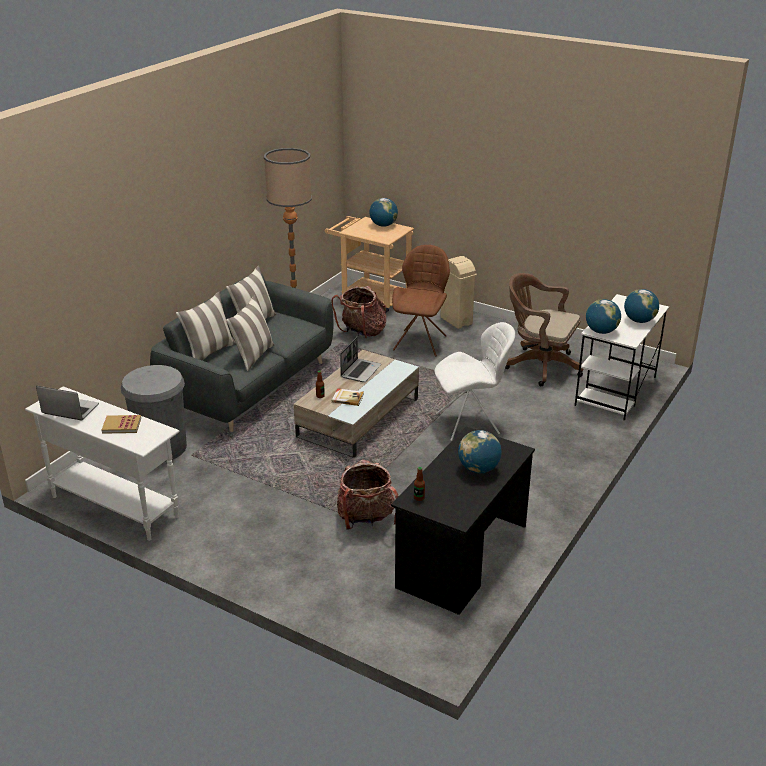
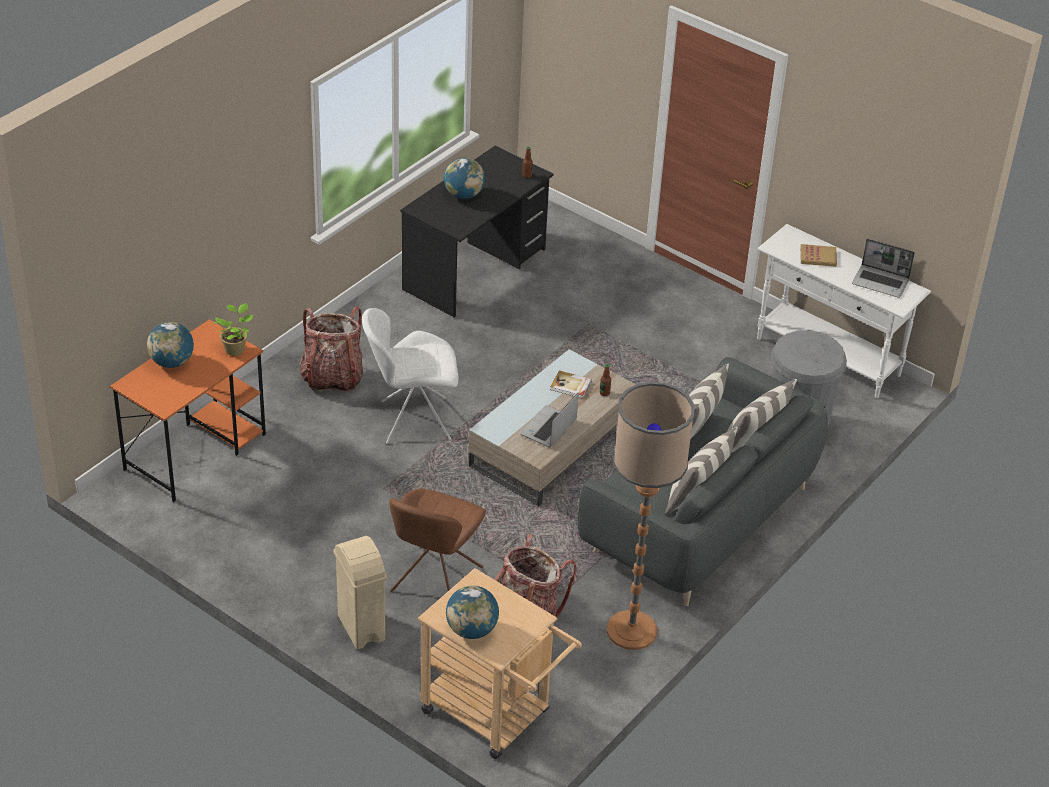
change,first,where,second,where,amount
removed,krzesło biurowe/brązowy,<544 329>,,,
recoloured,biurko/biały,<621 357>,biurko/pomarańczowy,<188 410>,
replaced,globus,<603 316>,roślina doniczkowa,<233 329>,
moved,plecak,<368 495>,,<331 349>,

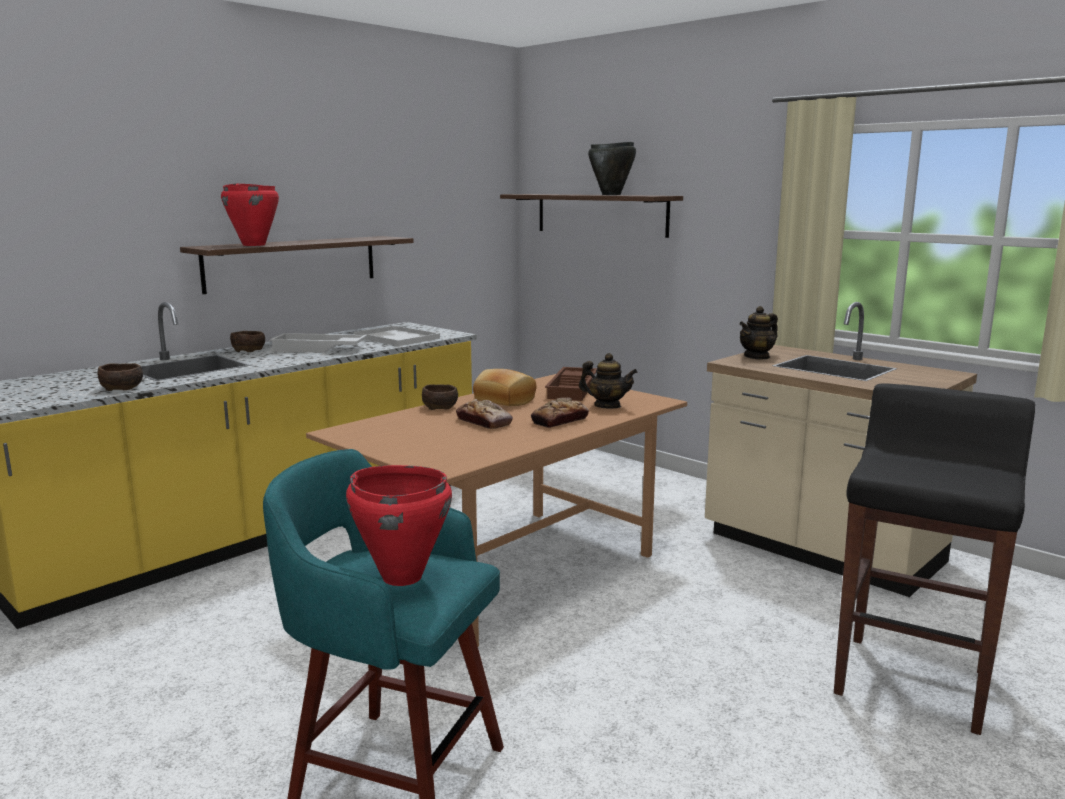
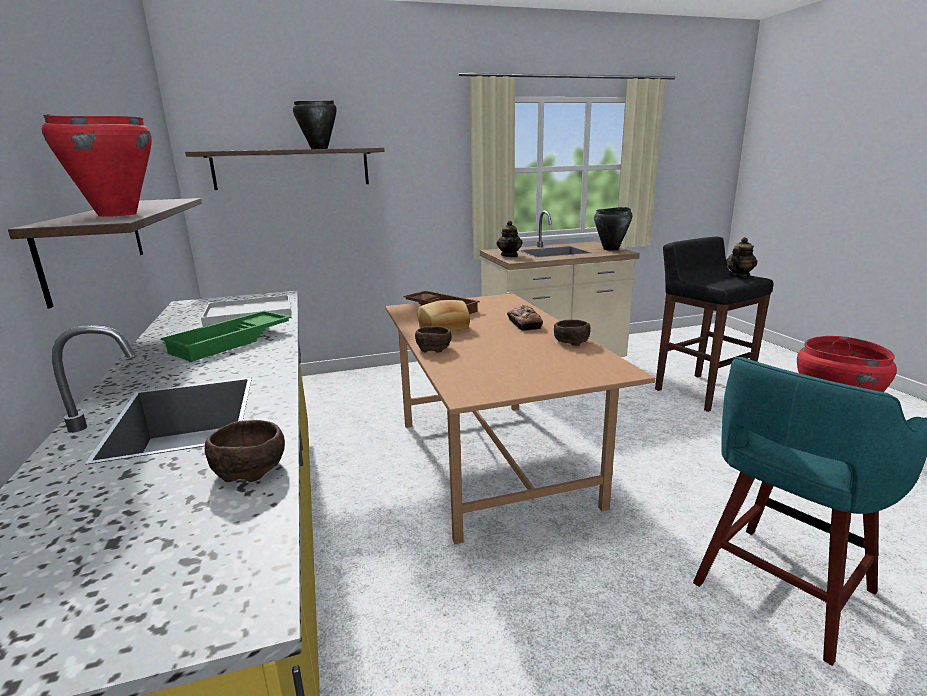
change,first,where,second,where,amount
moved,miska/brązowy,<247 341>,,<572 333>,
recoloured,taca/biały,<318 343>,taca/zielony,<226 336>,
moved,imbryk,<608 380>,,<741 257>,
removed,chleb,<484 414>,,,
added,,,garnek/czarny,<613 229>,

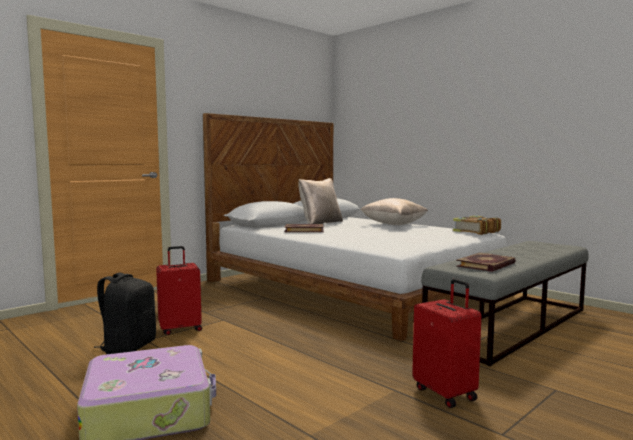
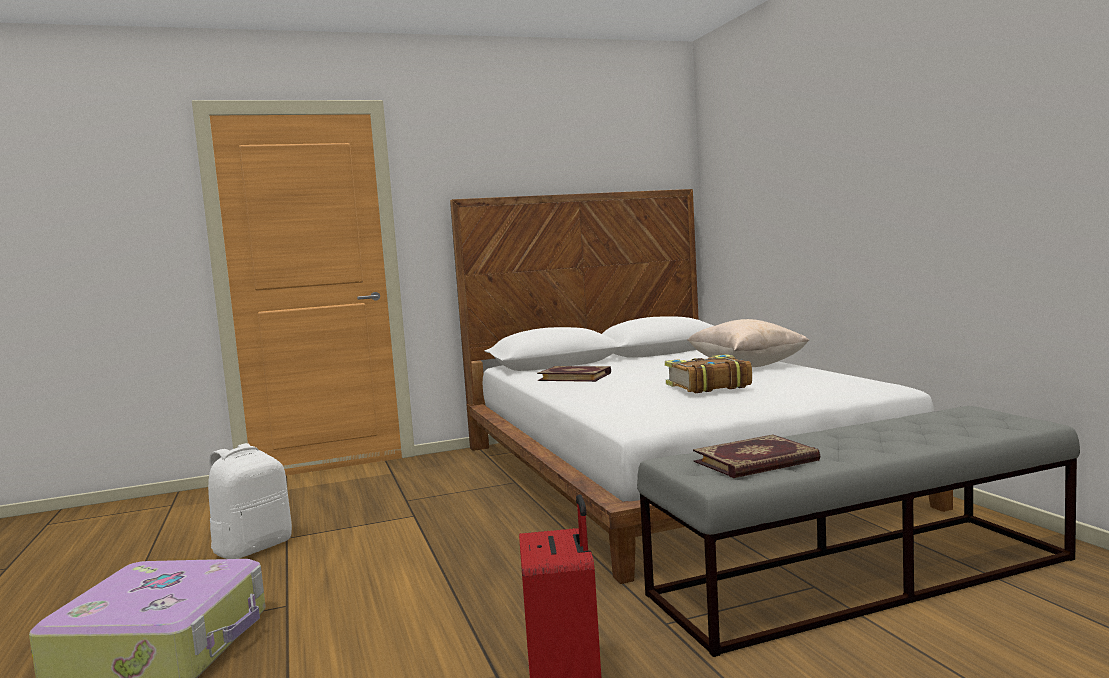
change,first,where,second,where,amount
removed,poduszka/beżowy,<320 201>,,,
moved,książka,<477 225>,,<708 373>,
removed,walizka/czerwony,<179 290>,,,
recoloured,plecak/czarny,<124 313>,plecak/biały,<250 501>,

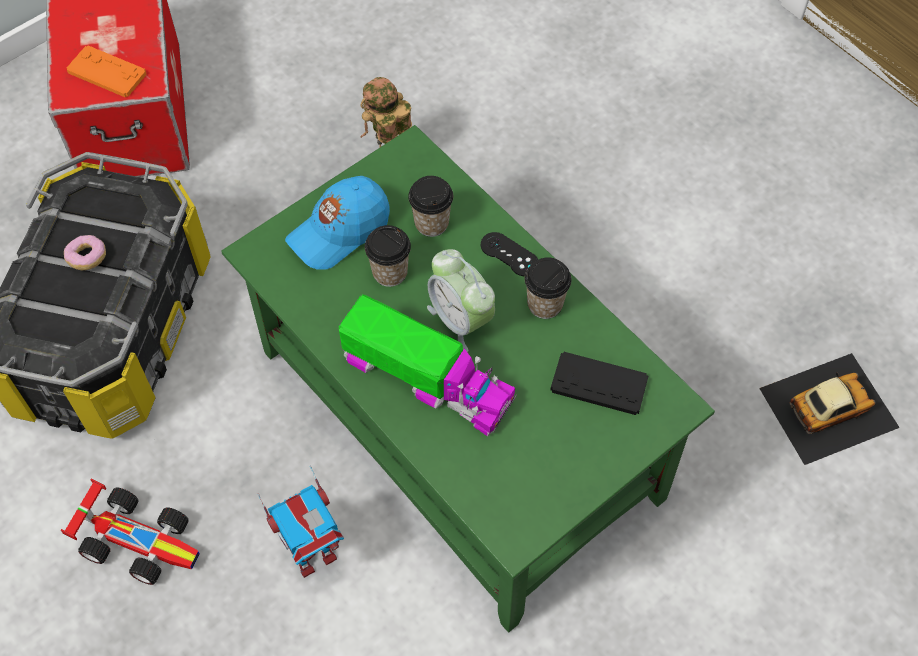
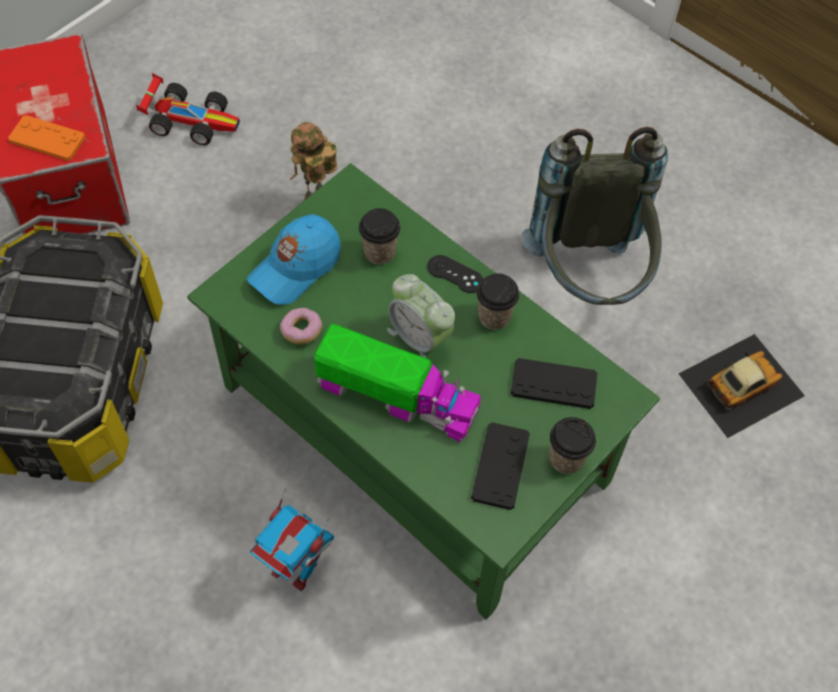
change,first,where,second,where,amount
moved,filiżanka,<388 256>,,<572 445>,
moved,donut,<85 252>,,<301 326>,
turned,robot zabawkowy,<301 521>,,<292 539>,75 degrees clockwise
moved,samochodzik,<130 531>,,<188 109>,
added,,,plecak/szary,<595 216>,
added,,,pad do gier/czarny,<500 466>,

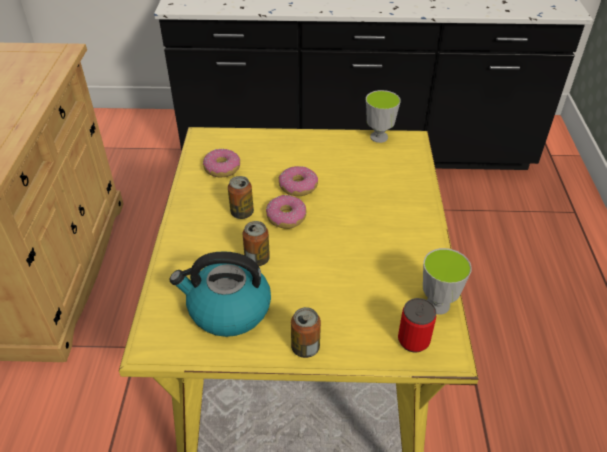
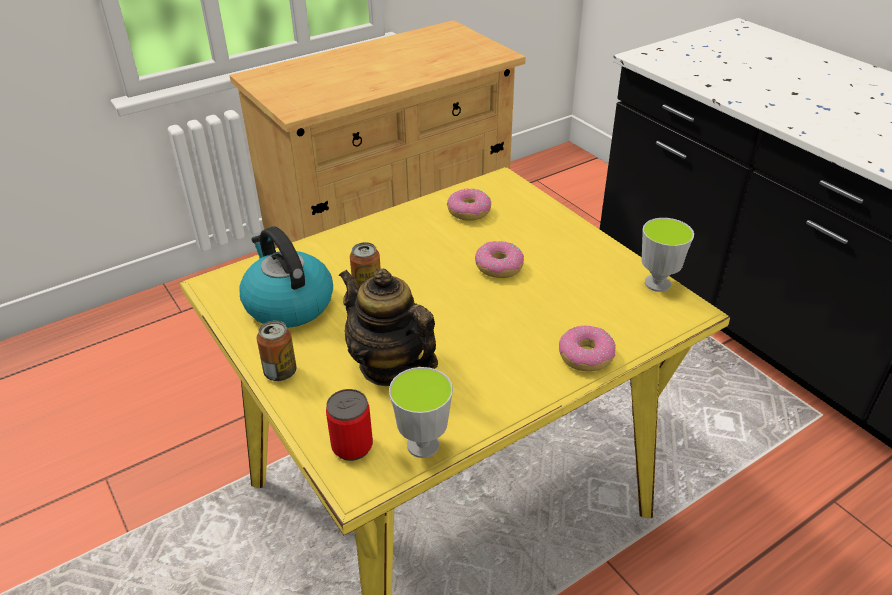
change,first,where,second,where,amount
removed,puszka,<241 197>,,,
moved,donut,<286 212>,,<587 348>,
added,,,imbryk,<388 327>,

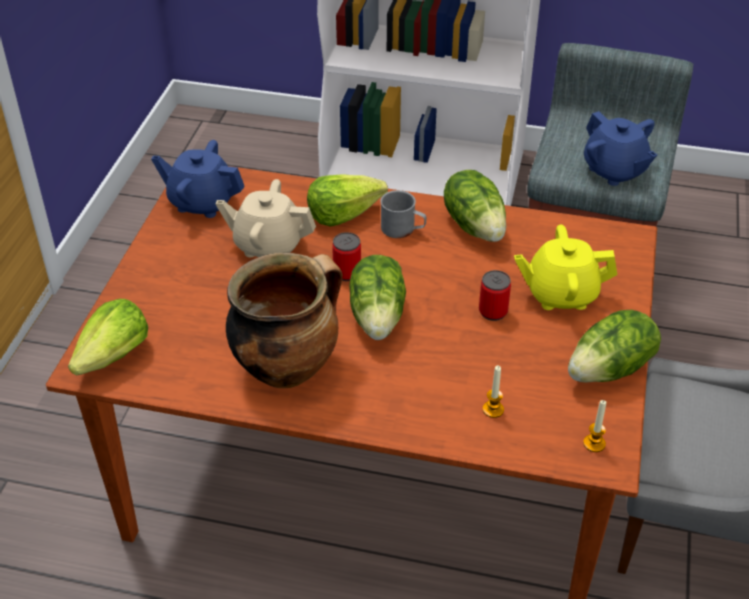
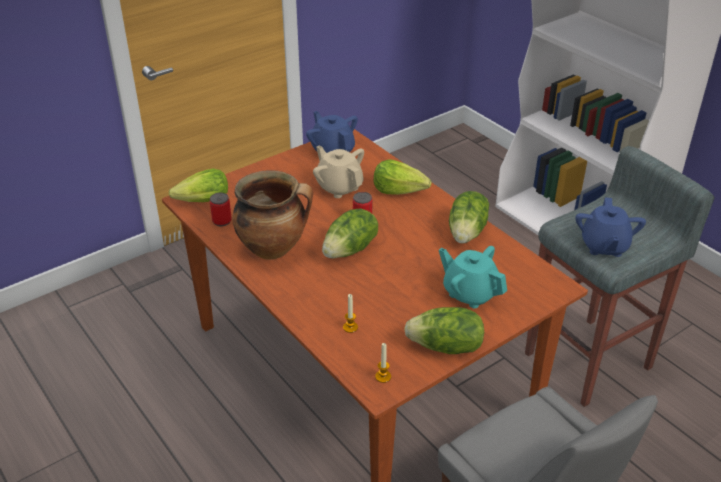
change,first,where,second,where,amount
removed,kubek/szary,<403 214>,,,
recoloured,imbryk/żółty,<565 267>,imbryk/turkusowy,<473 277>,
moved,puszka,<495 295>,,<221 210>,

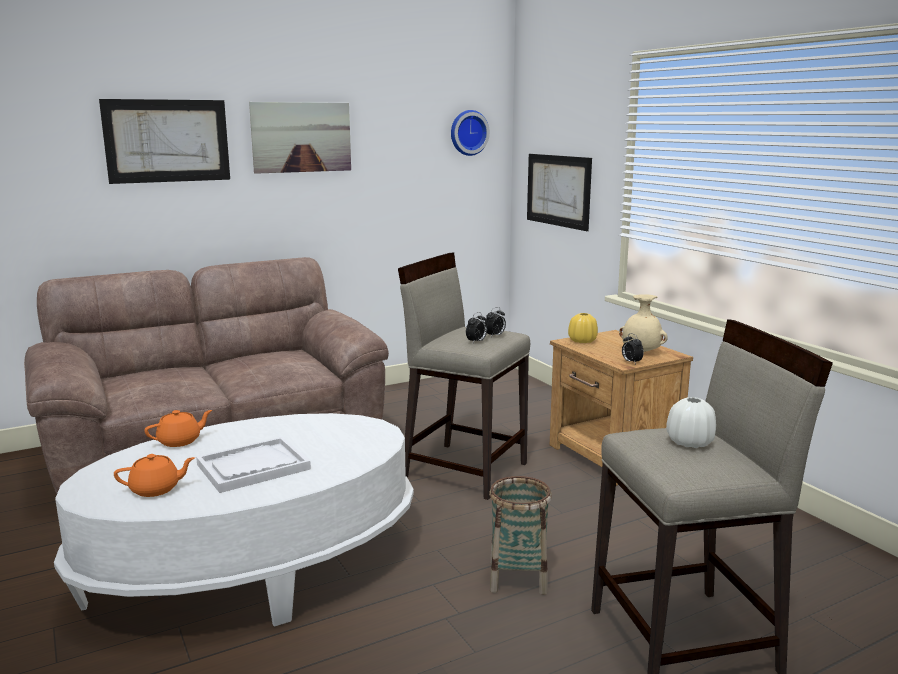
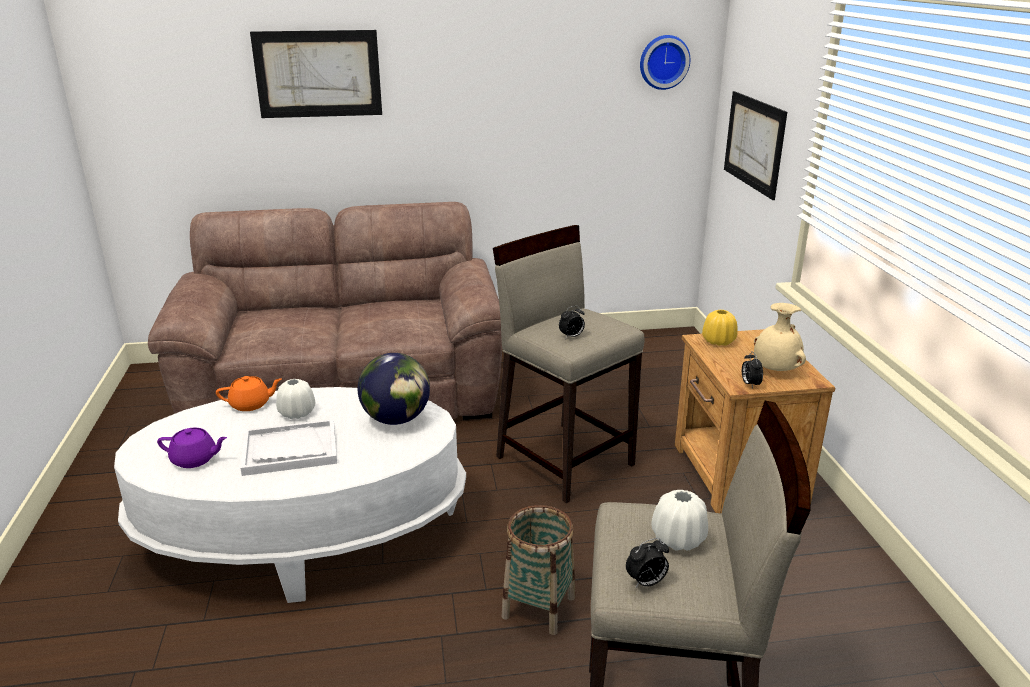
change,first,where,second,where,amount
removed,obraz,<300 138>,,,
moved,budzik,<495 322>,,<647 563>,
recoloured,imbryk/pomarańczowy,<154 475>,imbryk/fioletowy,<192 448>,
added,,,globus,<394 389>,
added,,,wazon/biały,<295 399>,

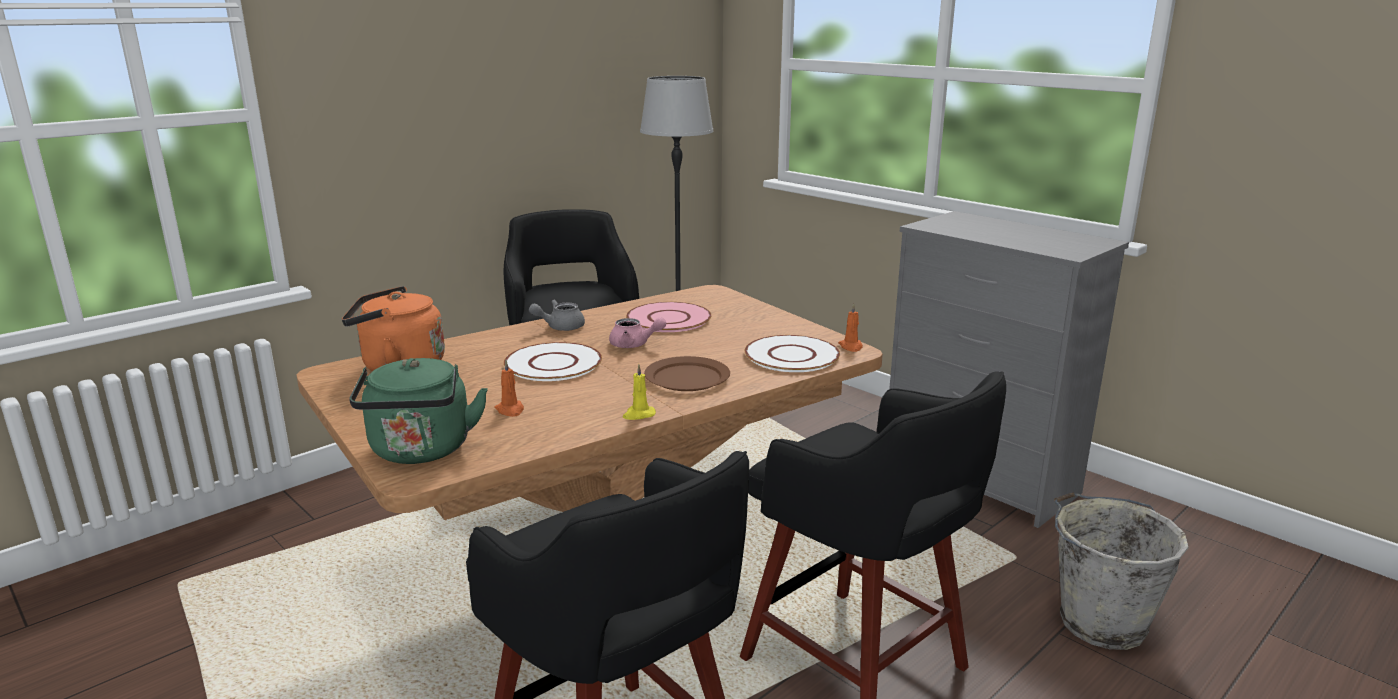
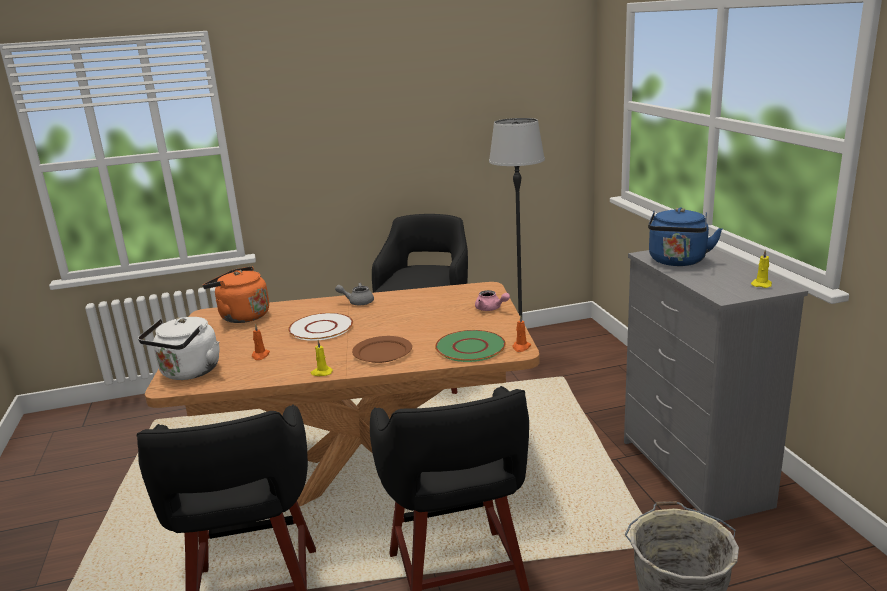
change,first,where,second,where,amount
removed,talerz/różowy,<668 317>,,,
moved,imbryk/różowy,<637 332>,,<492 300>,
recoloured,talerz/biały,<792 353>,talerz/zielony,<470 346>,
recoloured,czajnik/zielony,<419 411>,czajnik/biały,<179 348>,
added,,,czajnik/niebieski,<685 236>,
added,,,świeca/żółty,<761 268>,

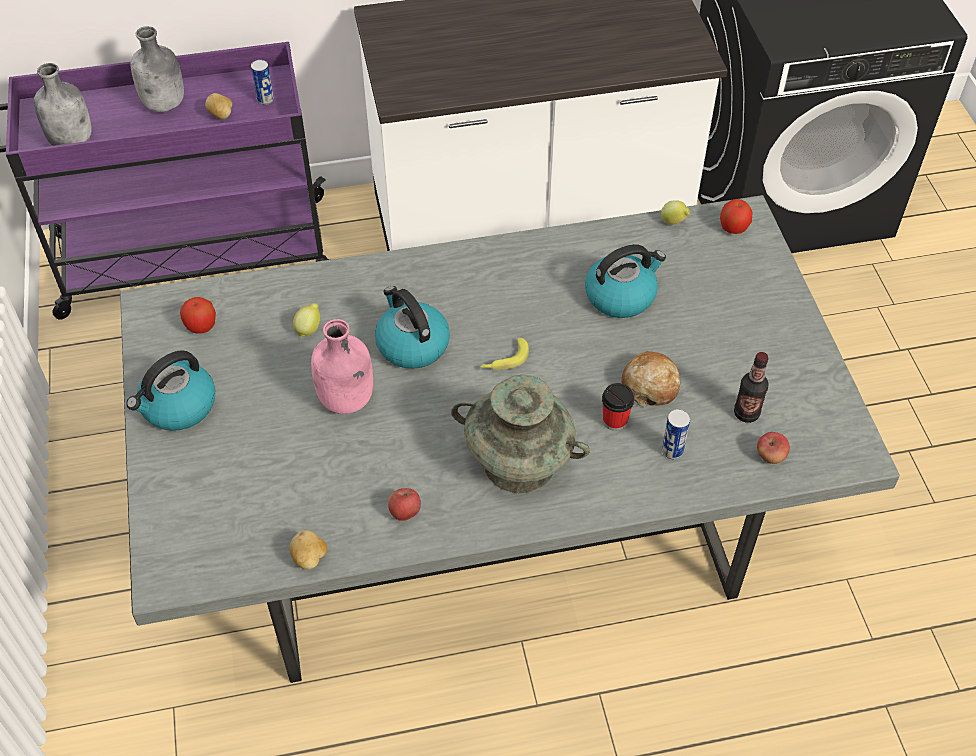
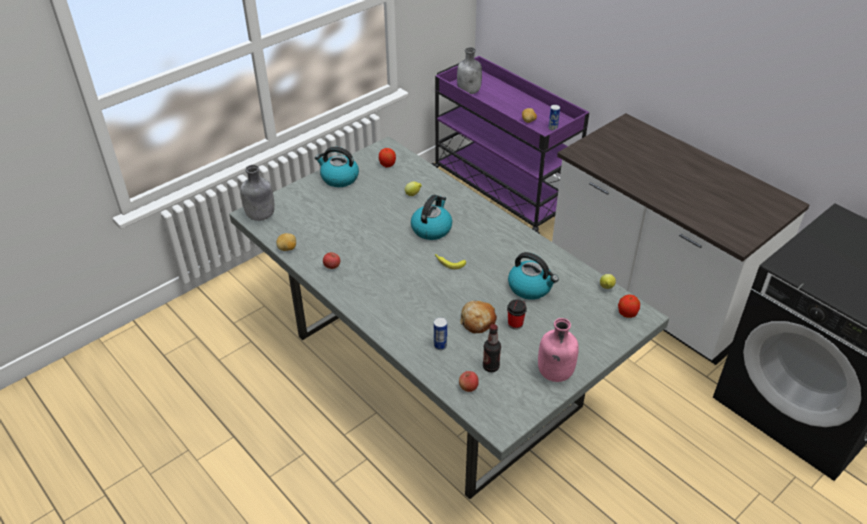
change,first,where,second,where,amount
moved,butelka/szary,<157 69>,,<257 193>,
moved,butelka/różowy,<342 366>,,<558 350>,
removed,wazon/turkusowy,<520 434>,,,
moved,filiżanka,<618 407>,,<517 314>,

